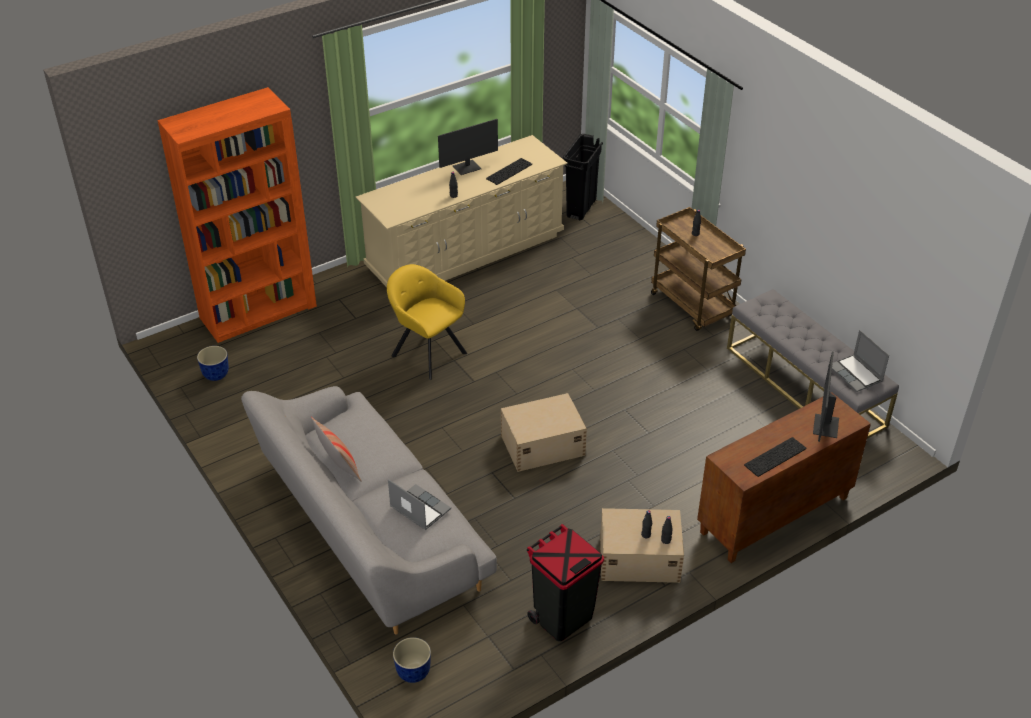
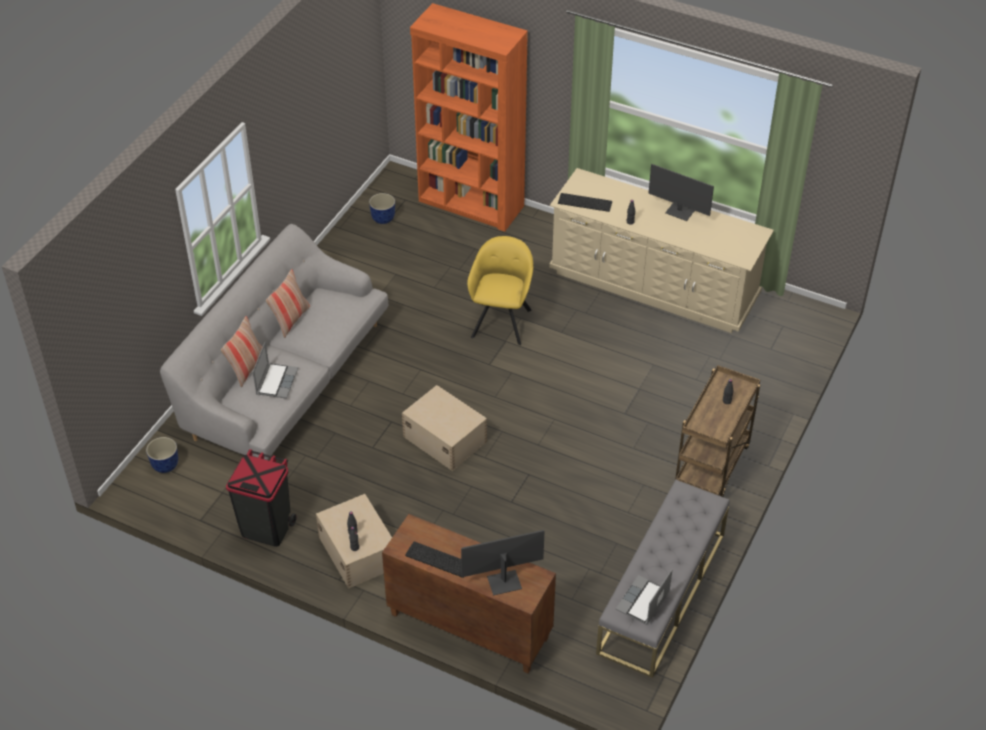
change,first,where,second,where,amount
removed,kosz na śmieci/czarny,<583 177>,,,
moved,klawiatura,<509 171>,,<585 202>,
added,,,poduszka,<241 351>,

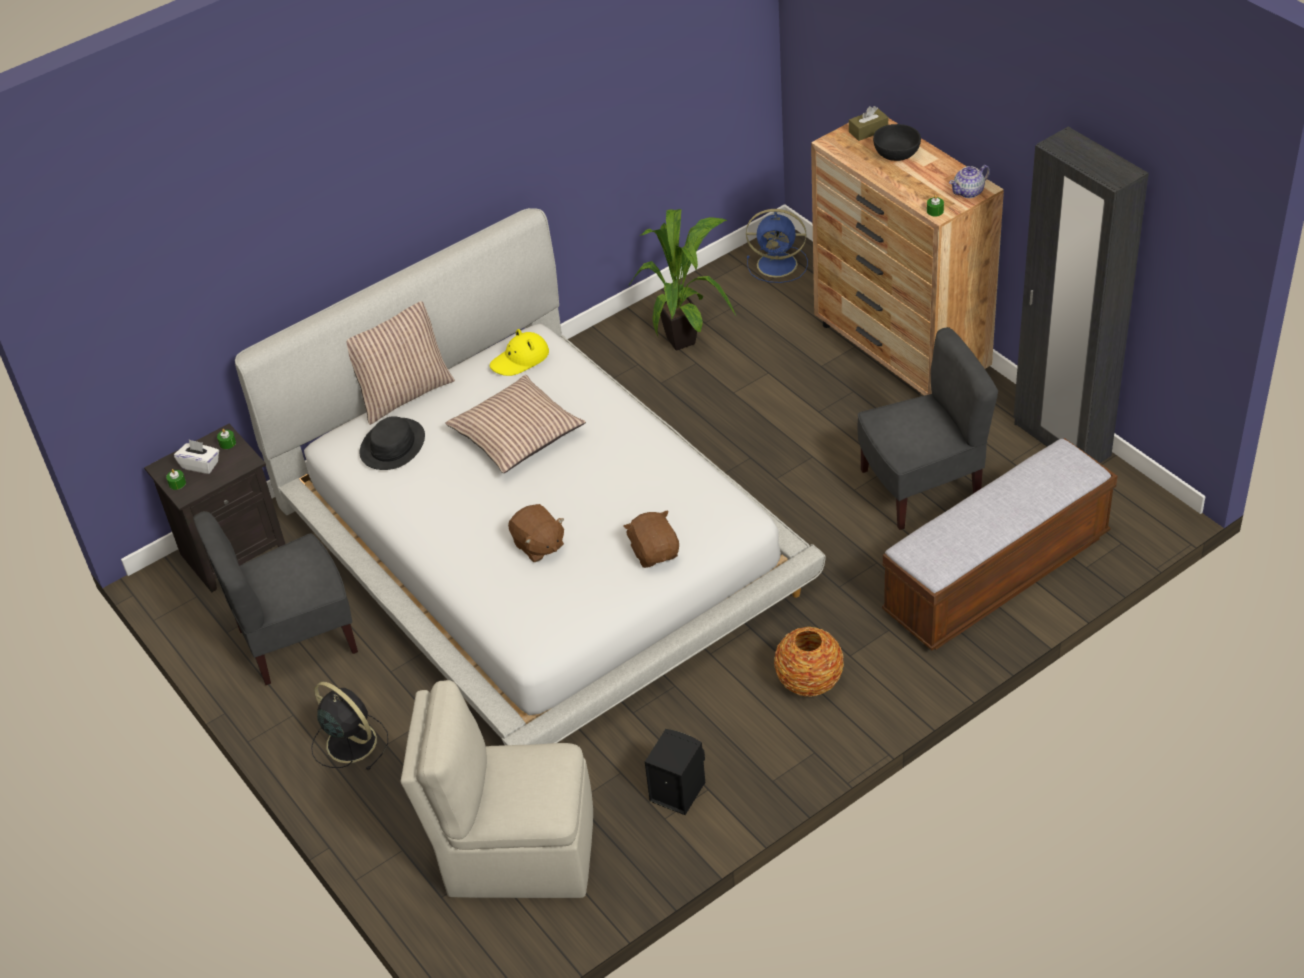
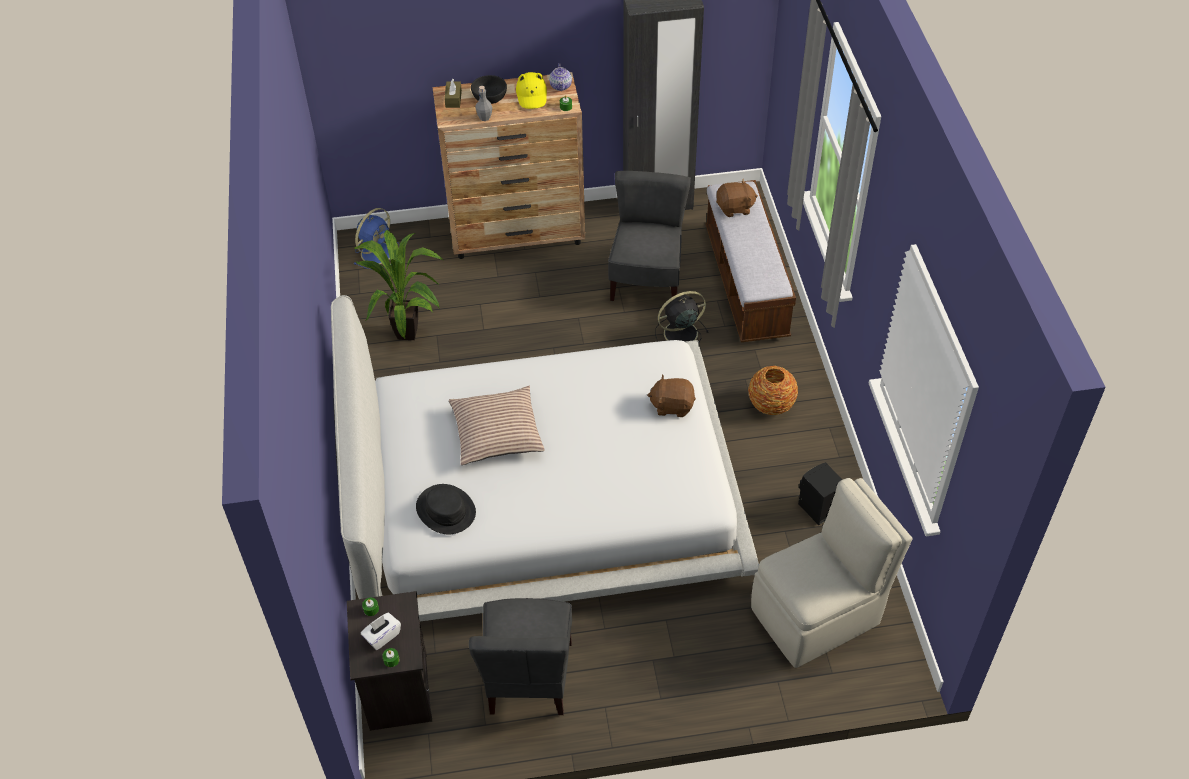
change,first,where,second,where,amount
removed,poduszka,<400 363>,,,
moved,kapelusz/żółty,<519 352>,,<531 90>,
moved,pluszak/brązowy,<536 533>,,<737 198>,
turned,krzesło/beżowy,<496 789>,,<831 573>,150 degrees counterclockwise
moved,wentylator/czarny,<349 726>,,<682 316>,
added,,,butelka/szary,<483 103>,

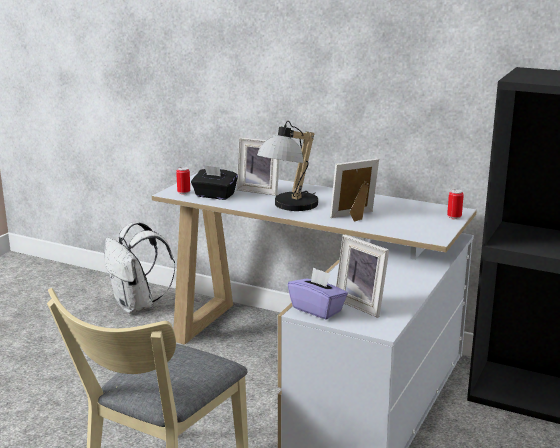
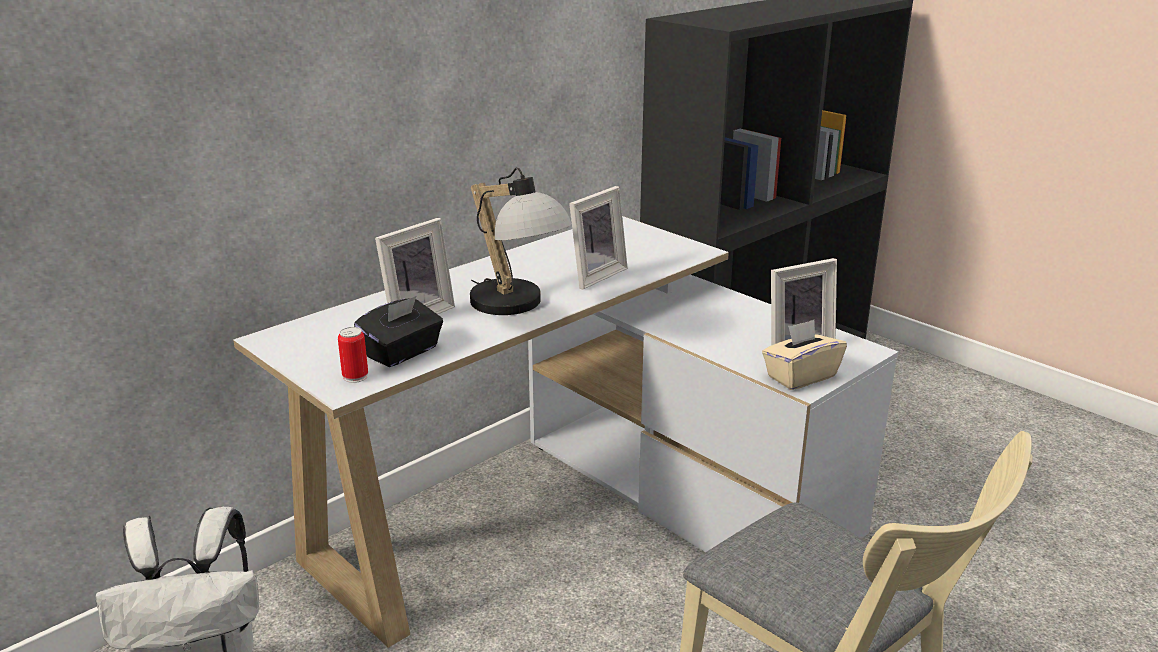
change,first,where,second,where,amount
turned,ramka na zdjęcie,<354 190>,,<598 237>,135 degrees counterclockwise
removed,puszka,<455 204>,,,
recoloured,pudełko chusteczek/fioletowy,<318 293>,pudełko chusteczek/beżowy,<804 355>,

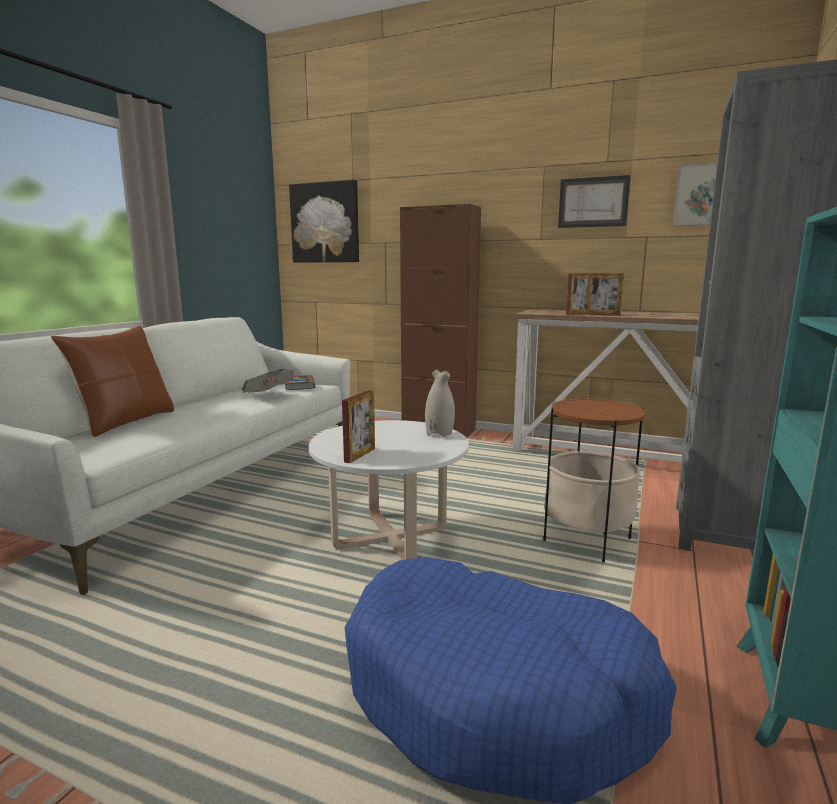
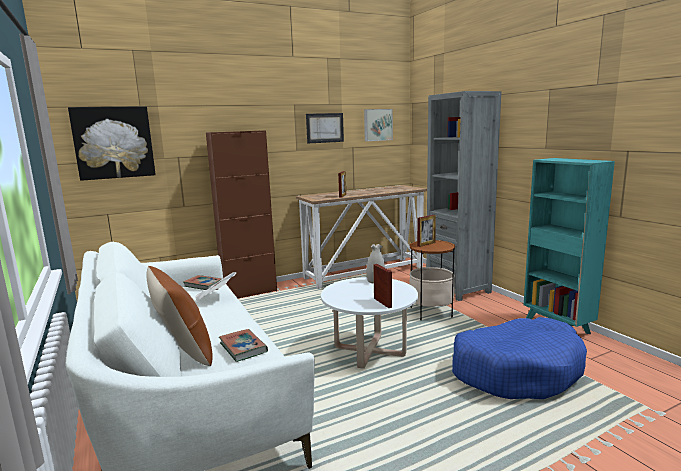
change,first,where,second,where,amount
moved,ramka na zdjęcie,<605 294>,,<426 231>,
added,,,książka,<243 345>,

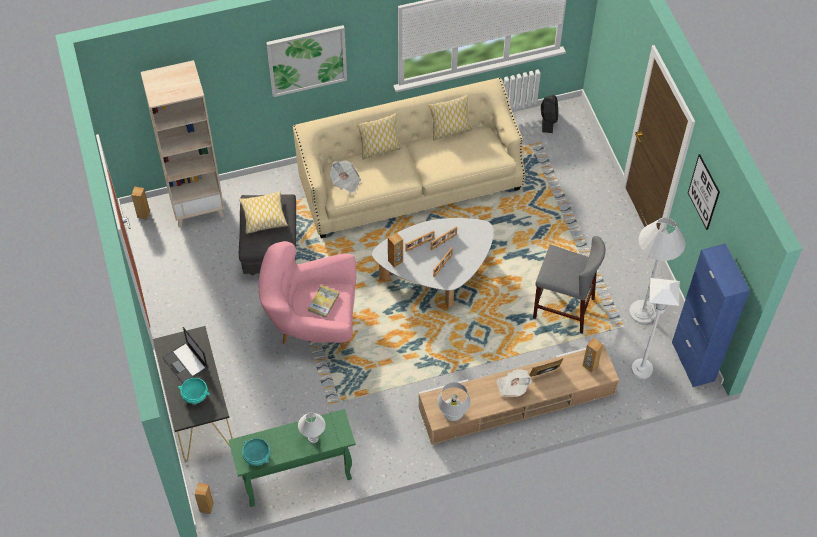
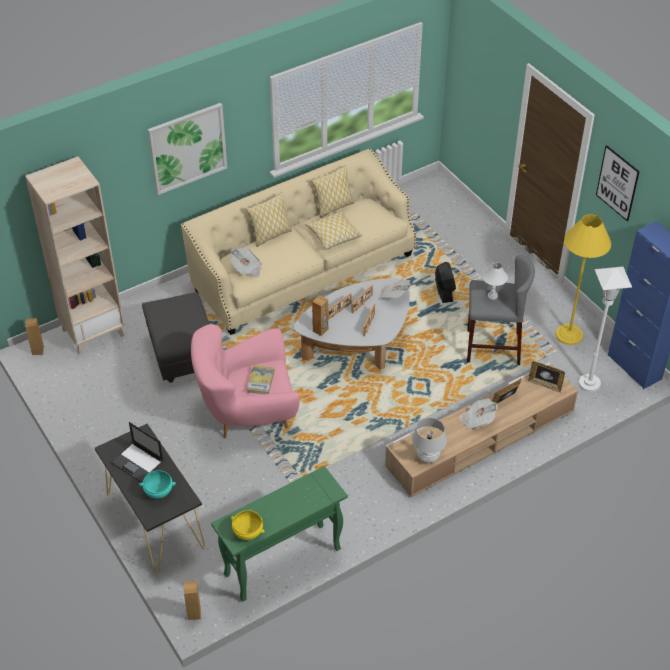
change,first,where,second,where,amount
moved,wentylator/czarny,<549 114>,,<445 282>,
moved,poduszka,<263 212>,,<333 230>,
recoloured,lampa stojąca/biały,<657 270>,lampa stojąca/żółty,<583 279>,
replaced,głośnik/brązowy,<592 355>,ramka na zdjęcie,<546 377>,
moved,lampa stołowa/biały,<312 428>,,<495 281>,
recoloured,miska/turkusowy,<256 452>,miska/żółty,<247 525>,
added,,,gazeta,<395 289>,

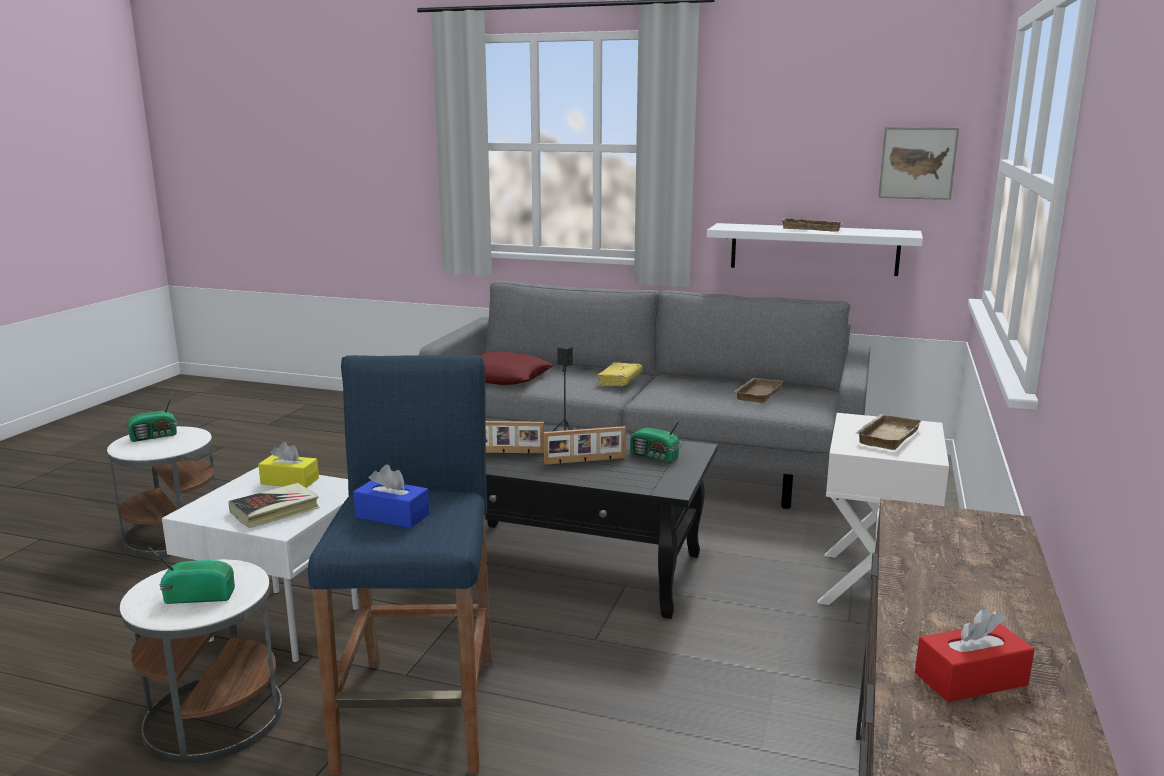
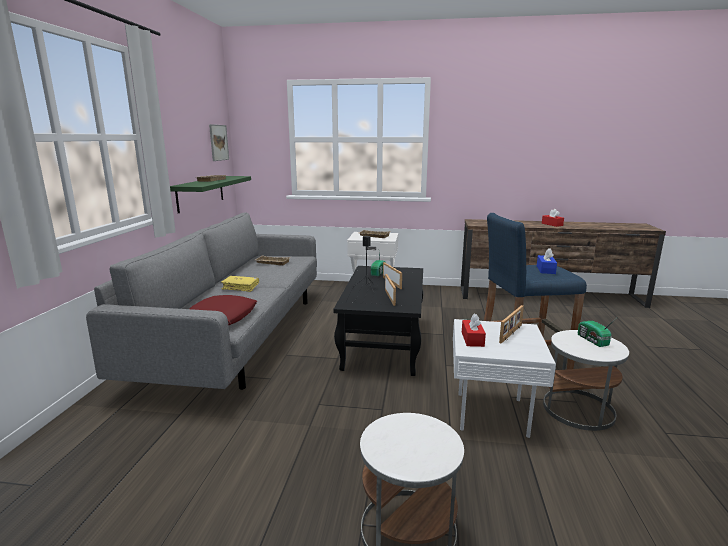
change,first,where,second,where,amount
recoloured,półka/biały,<815 249>,półka/zielony,<210 194>,
removed,radio,<152 417>,,,
recoloured,pudełko chusteczek/żółty,<288 465>,pudełko chusteczek/czerwony,<474 330>,
replaced,książka,<274 505>,ramka na zdjęcie,<511 324>,

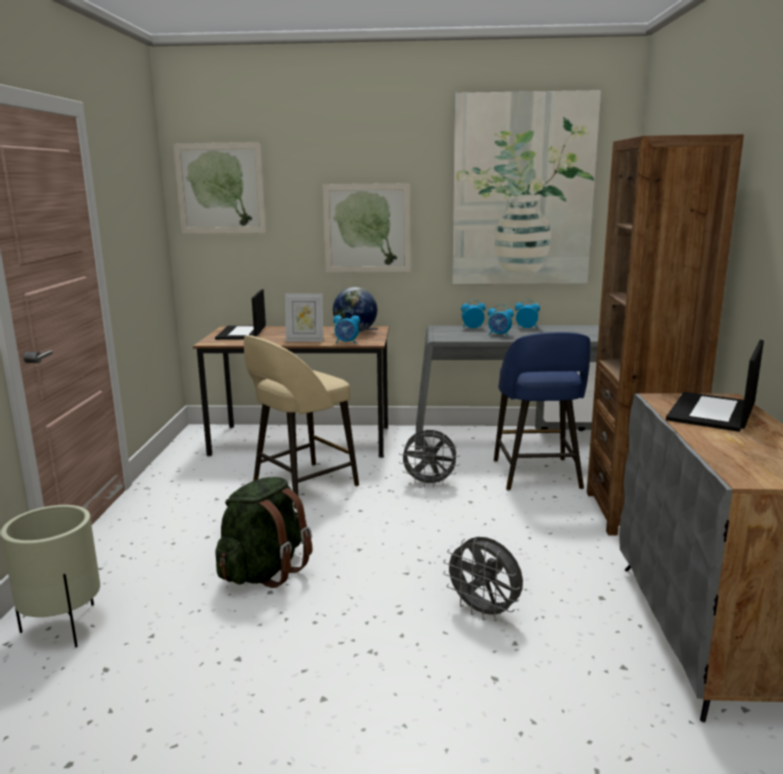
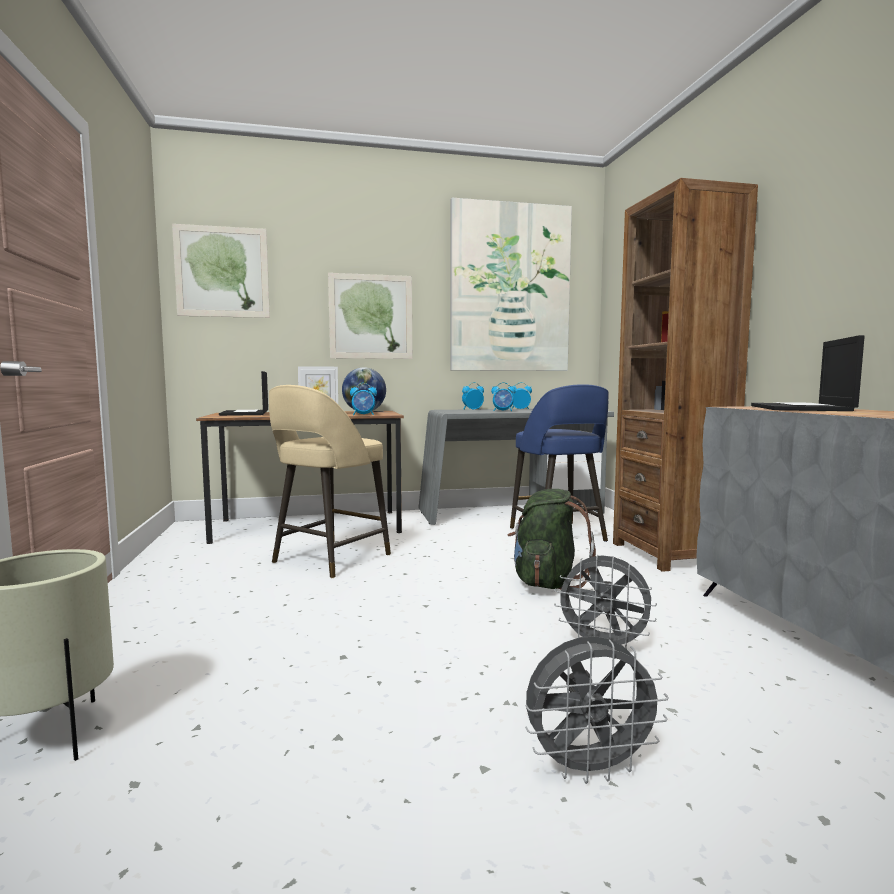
change,first,where,second,where,amount
moved,wentylator/szary,<429 458>,,<597 710>,
moved,plecak/zielony,<263 532>,,<551 539>,

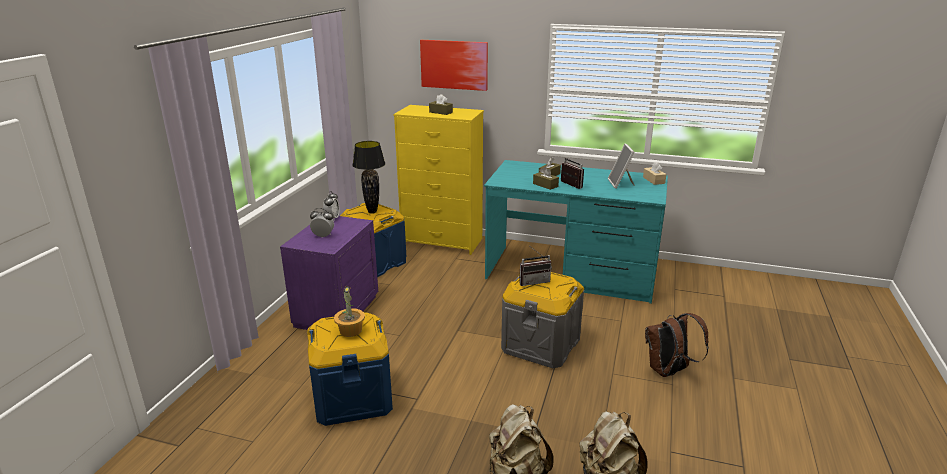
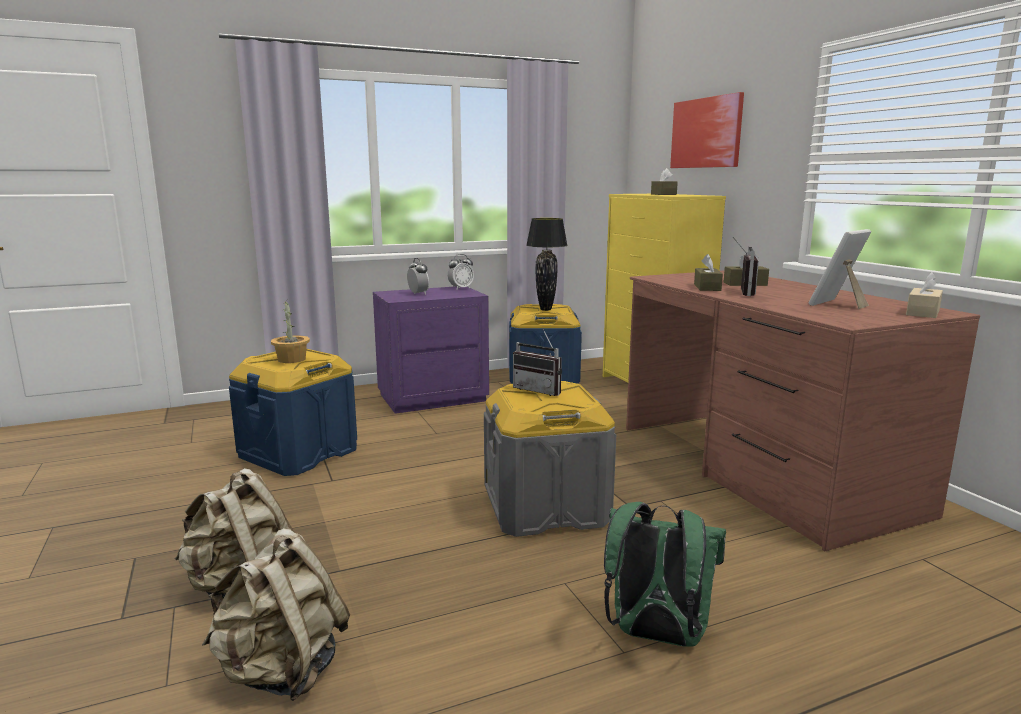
change,first,where,second,where,amount
recoloured,biurko/turkusowy,<576 232>,biurko/brązowy,<803 411>,
recoloured,plecak/brązowy,<677 345>,plecak/zielony,<665 574>,

